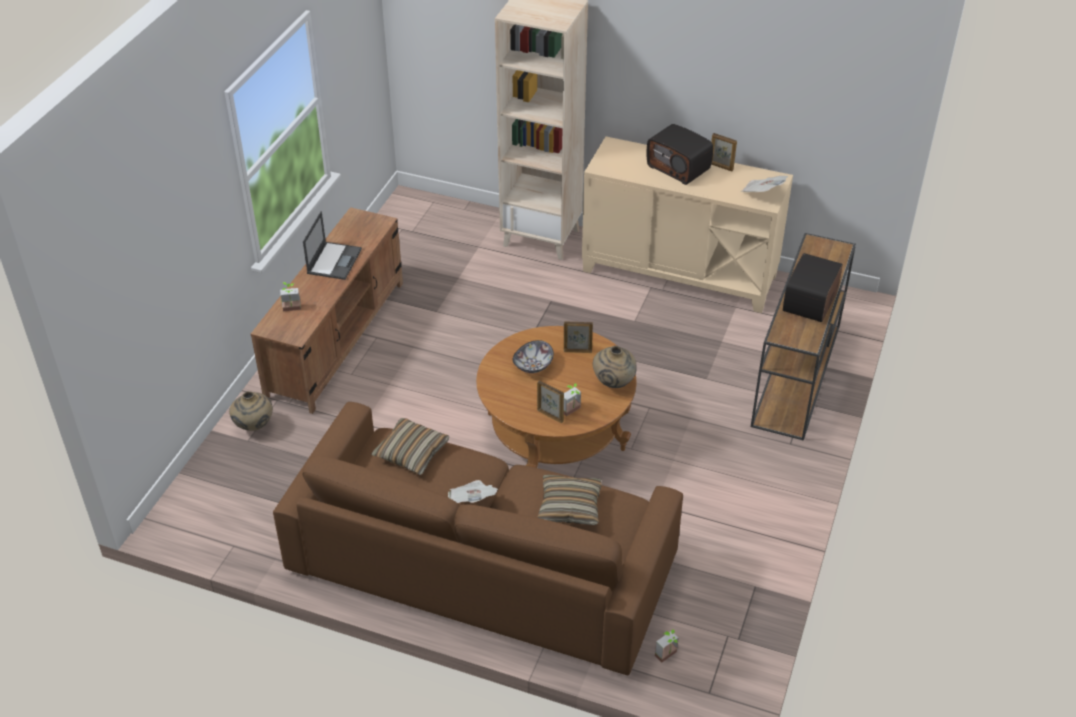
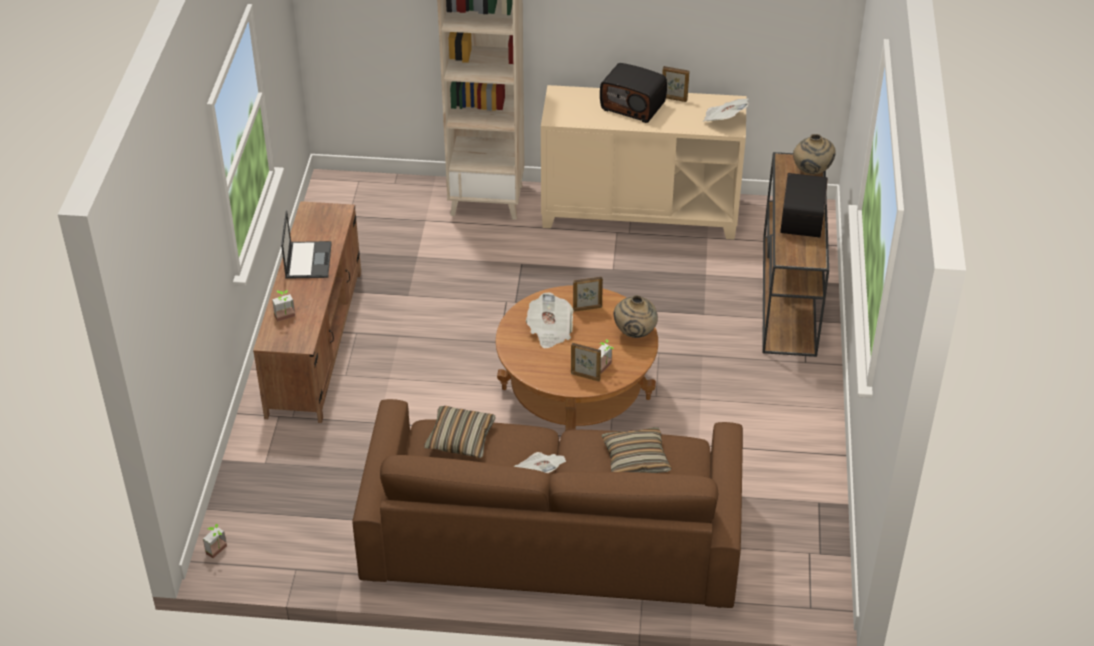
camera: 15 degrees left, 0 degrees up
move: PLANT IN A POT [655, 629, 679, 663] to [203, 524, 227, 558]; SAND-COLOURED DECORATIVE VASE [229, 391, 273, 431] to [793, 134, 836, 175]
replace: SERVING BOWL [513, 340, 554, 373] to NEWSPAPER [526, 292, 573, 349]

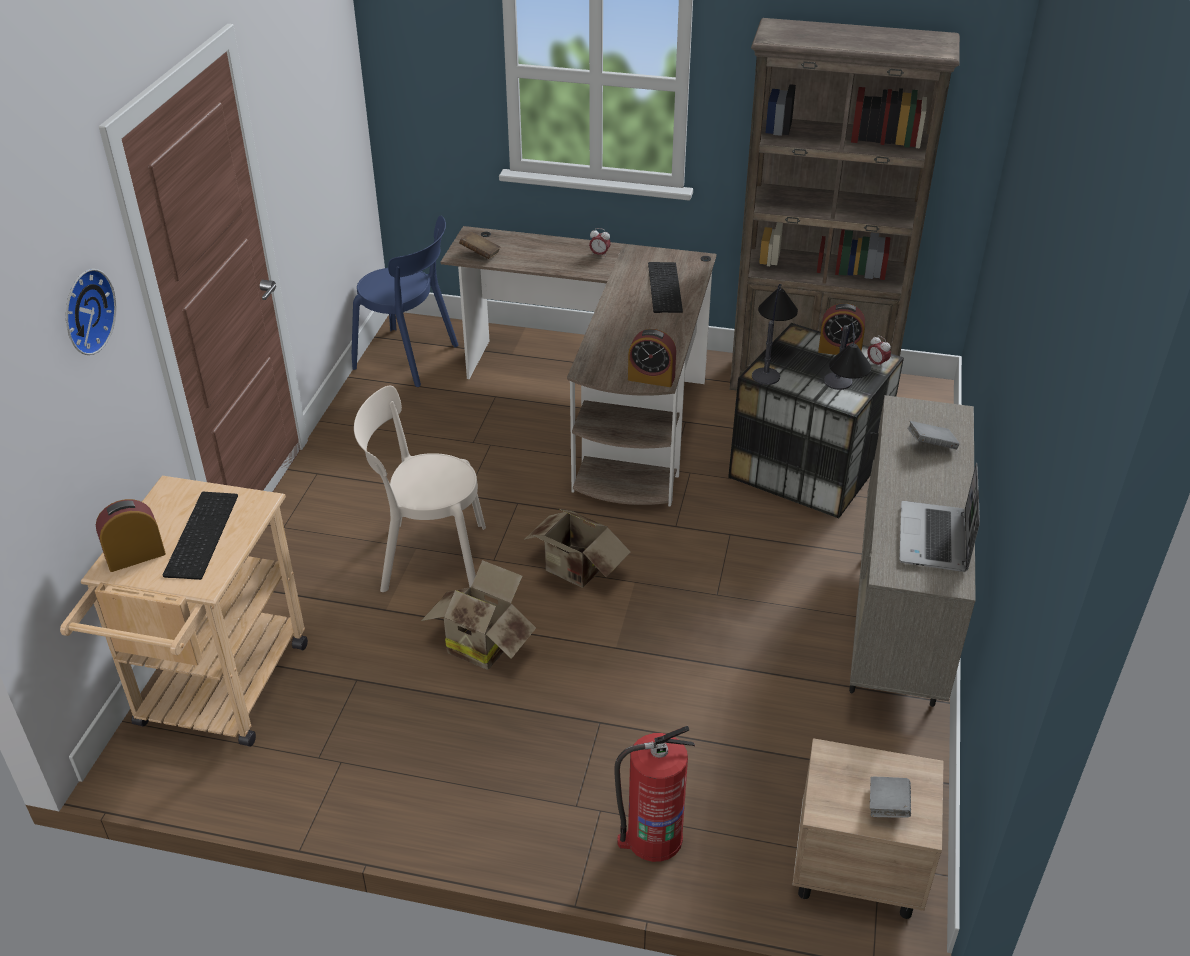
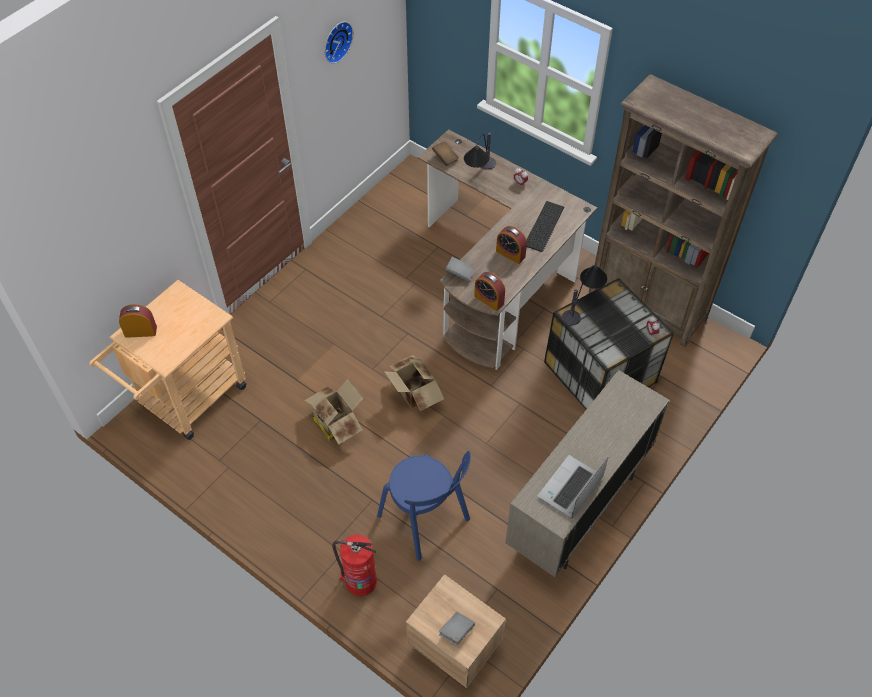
camera: 25 degrees right, 15 degrees up
delete: PC KEYBOARD [163, 492, 238, 580]; SAND-COLOURED CHAIR [354, 386, 486, 592]
move: WALL CLOCK [66, 269, 116, 355] to [324, 21, 353, 64]; BLUE CHAIR [352, 216, 459, 387] to [377, 451, 471, 561]; GREYISH VOLUME [907, 421, 959, 449] to [445, 256, 475, 281]; TABLE LAMP [824, 323, 871, 390] to [464, 132, 496, 169]; ALARM CLOCK [818, 303, 865, 355] to [496, 226, 527, 264]

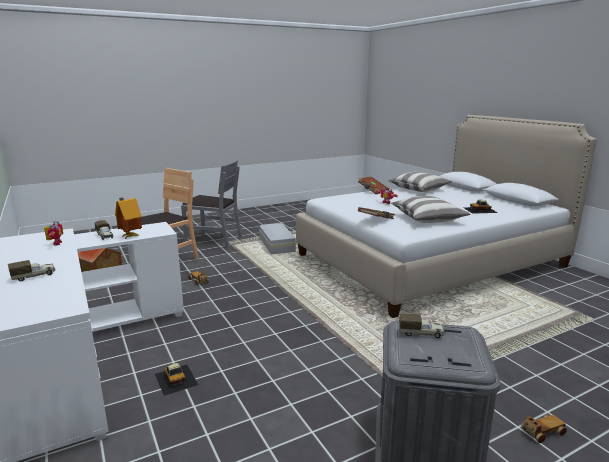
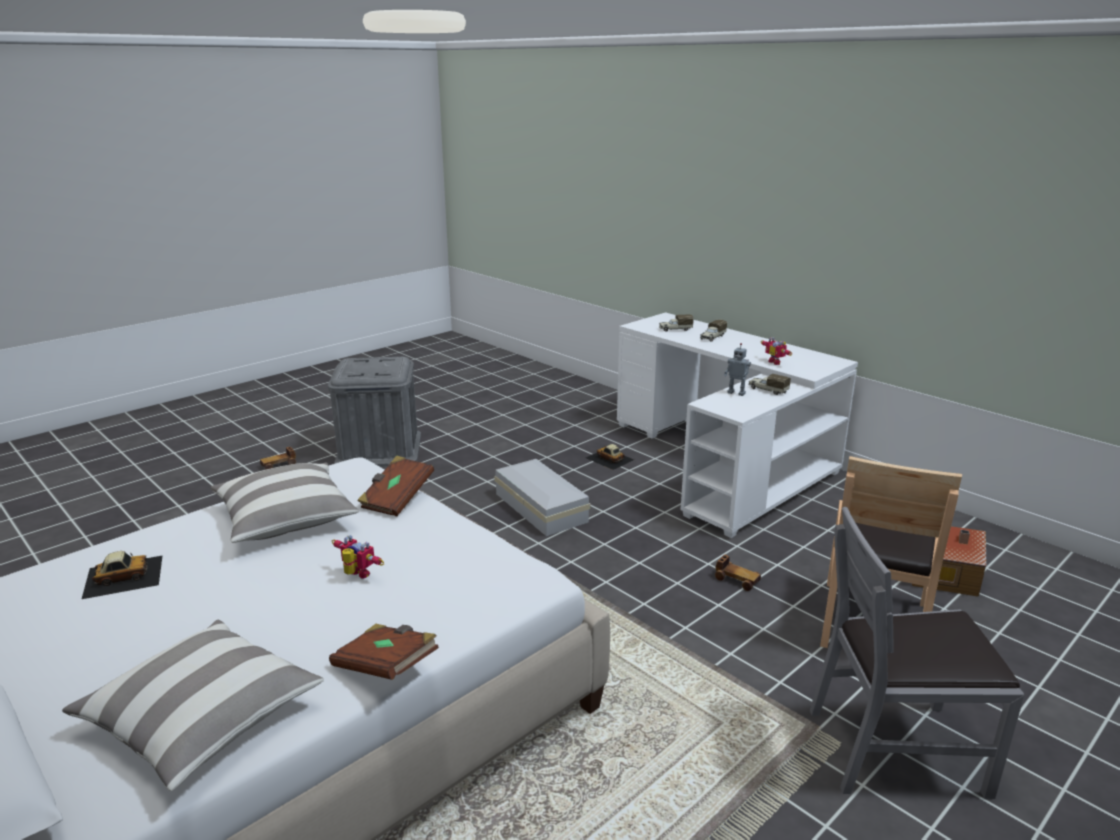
camera: 165 degrees right, 5 degrees up
move: WHITE-COLOURED STORAGE CONTAINER [259, 223, 296, 255] to [494, 459, 590, 536]; TOY LORRY [399, 313, 445, 338] to [659, 314, 694, 332]
replace: MINIATURE HOUSE [115, 198, 142, 239] to MODEL ROBOT [724, 343, 751, 396]

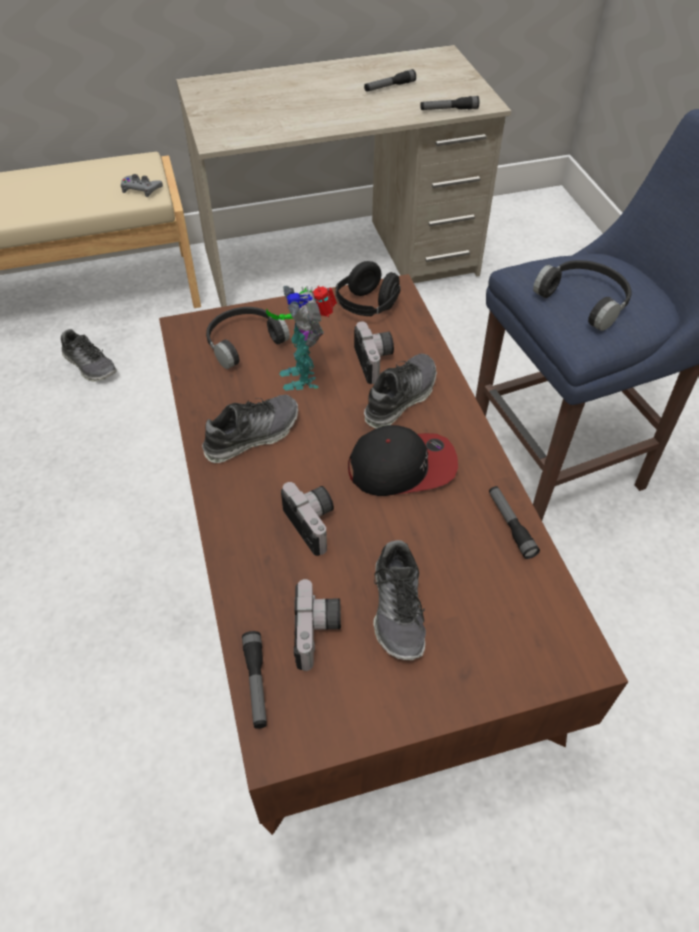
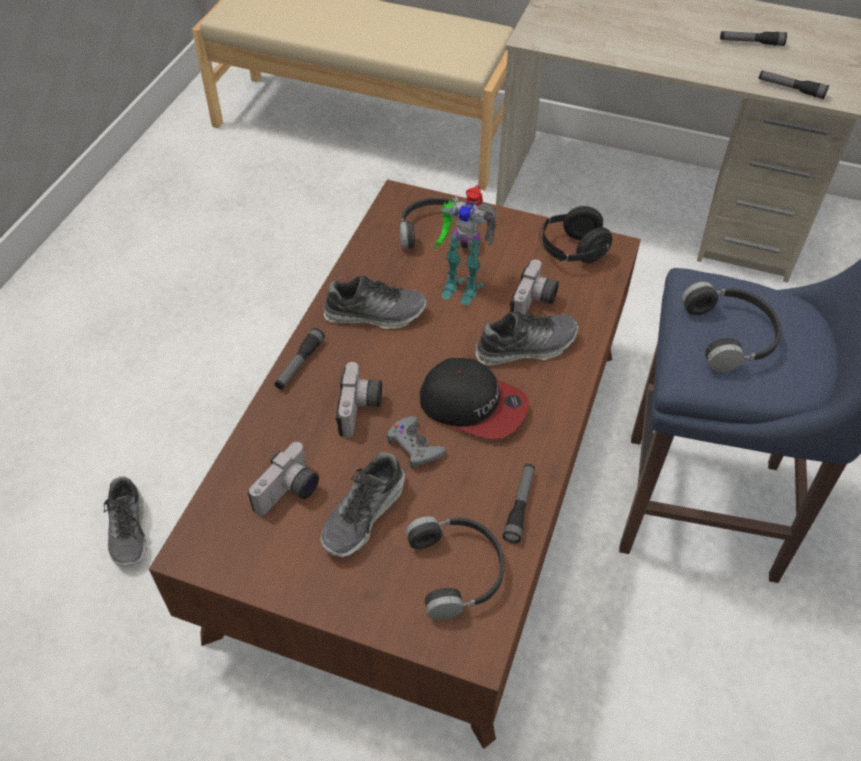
camera: 35 degrees right, 0 degrees up
insert: BLACKISH HEADPHONES [405, 516, 504, 620]
move: SHOE [61, 329, 117, 382] to [104, 476, 147, 567]; TORCH [242, 631, 267, 729] to [274, 328, 325, 389]; GREYISH JOYPAD [121, 174, 163, 197] to [387, 416, 446, 469]
rotate: MODEL ROBOT [266, 285, 337, 391] = [434, 185, 498, 305] 90 degrees counterclockwise

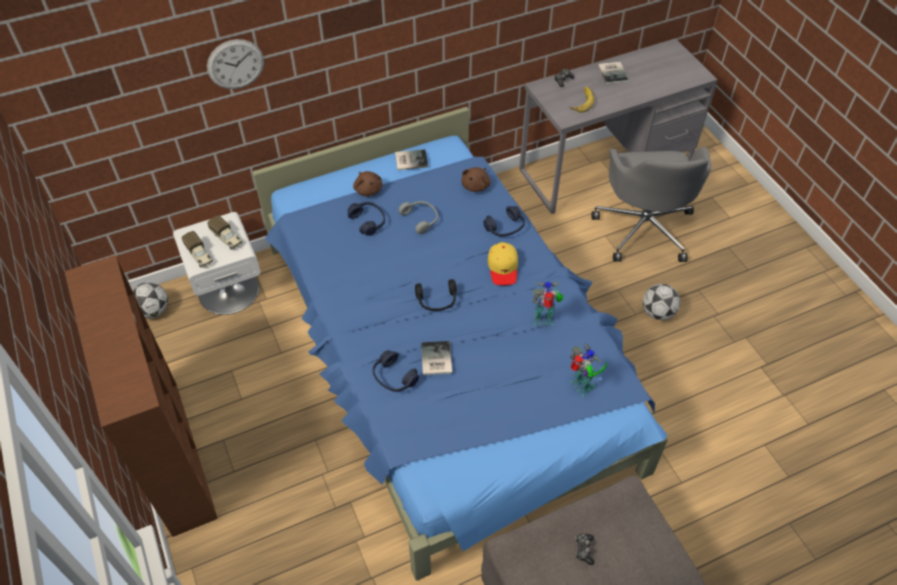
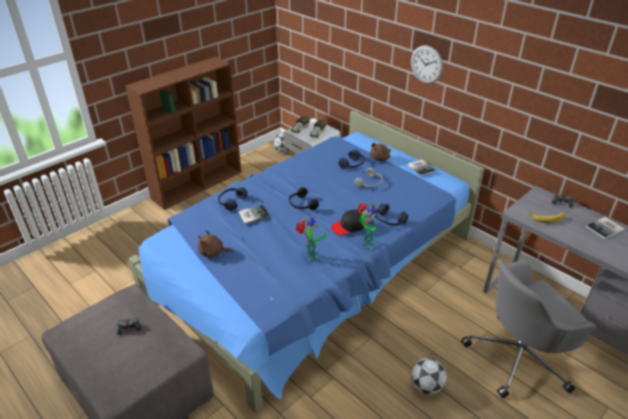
camera: 70 degrees right, 15 degrees down
move: BROWNISH CUDDLY TOY [461, 167, 491, 192] to [198, 230, 233, 258]; MODEL ROBOT [570, 343, 607, 397] to [358, 203, 380, 250]; WALL CLOCK [207, 39, 264, 89] to [411, 45, 443, 84]
recolor: YELLOW-COLOURED CAP [488, 242, 518, 285] to BLACKISH CAP [331, 210, 365, 235]

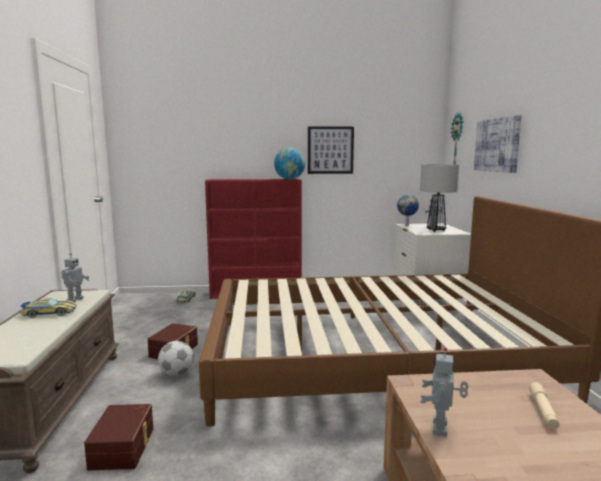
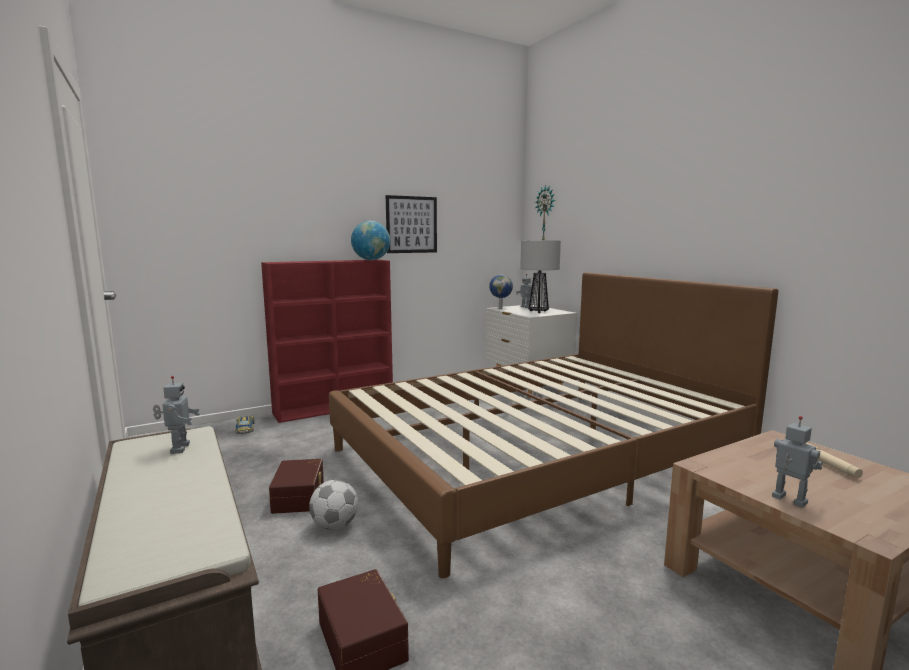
camera: 25 degrees left, 0 degrees up
delete: MINIATURE CAR [20, 298, 77, 318]; WALL ART [474, 115, 522, 173]
rotate: MODEL ROBOT [420, 347, 469, 437] = [772, 416, 823, 508] 150 degrees clockwise

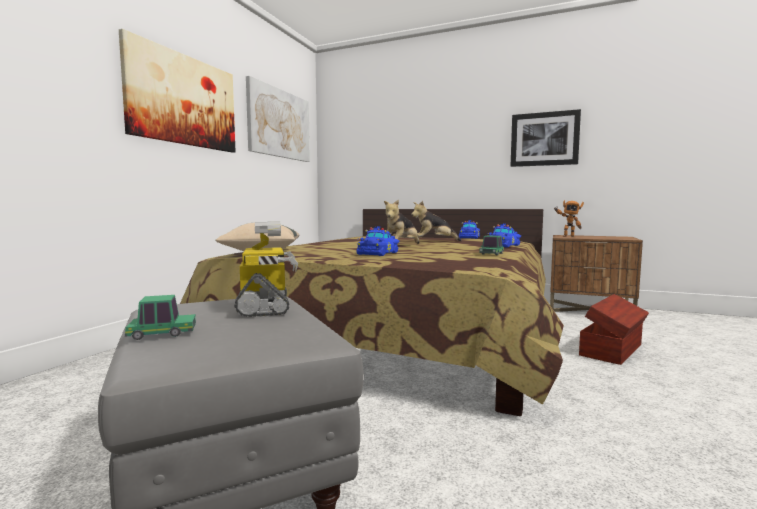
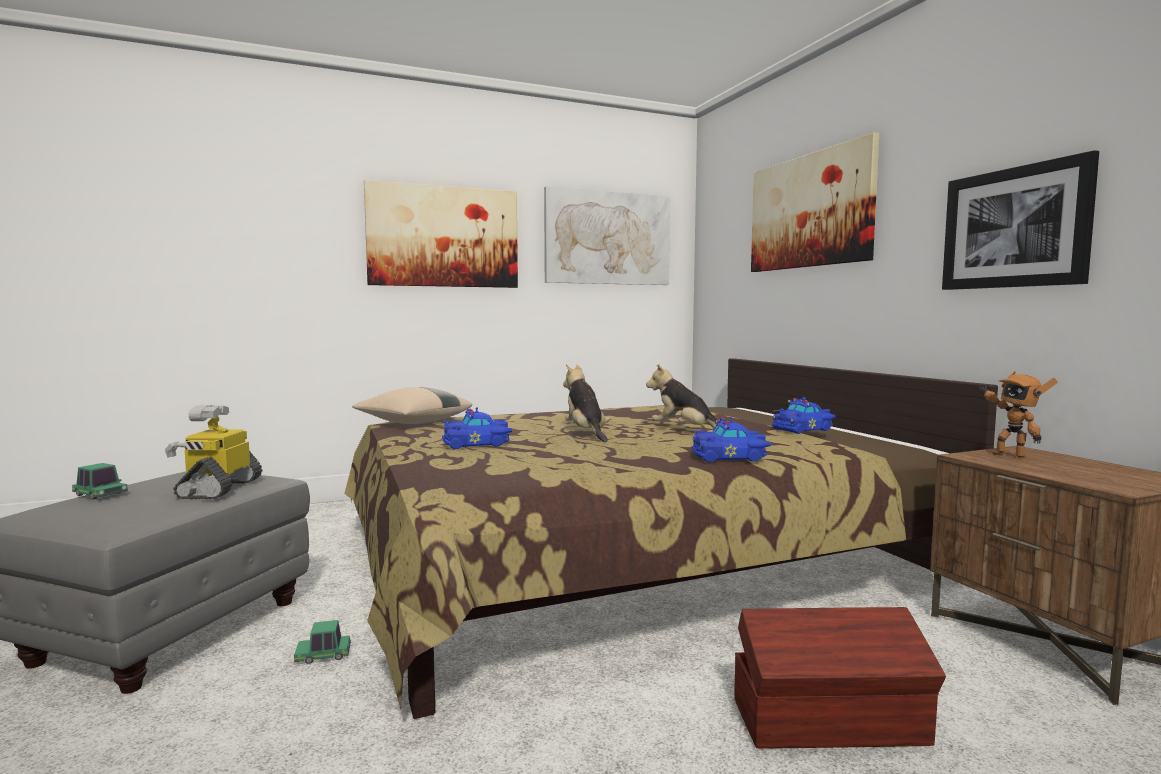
camera: 45 degrees right, 0 degrees up
insert: WALL ART [751, 132, 879, 272]
move: MINIATURE CAR [479, 235, 504, 255] to [294, 620, 351, 664]
rotate: MODEL ROBOT [234, 221, 298, 317] = [165, 405, 262, 499] 150 degrees clockwise; CUDDLY TOY [384, 199, 419, 244] = [563, 364, 610, 442] 75 degrees clockwise

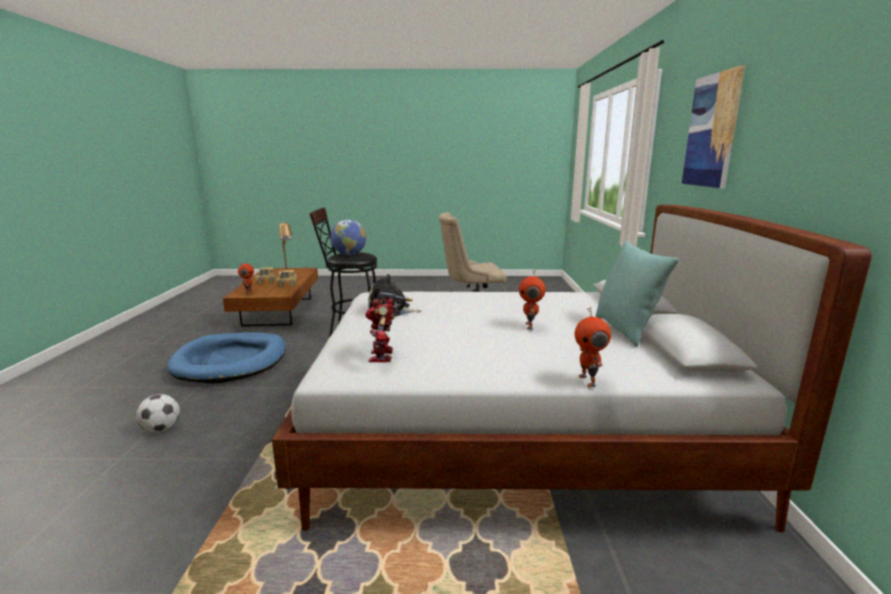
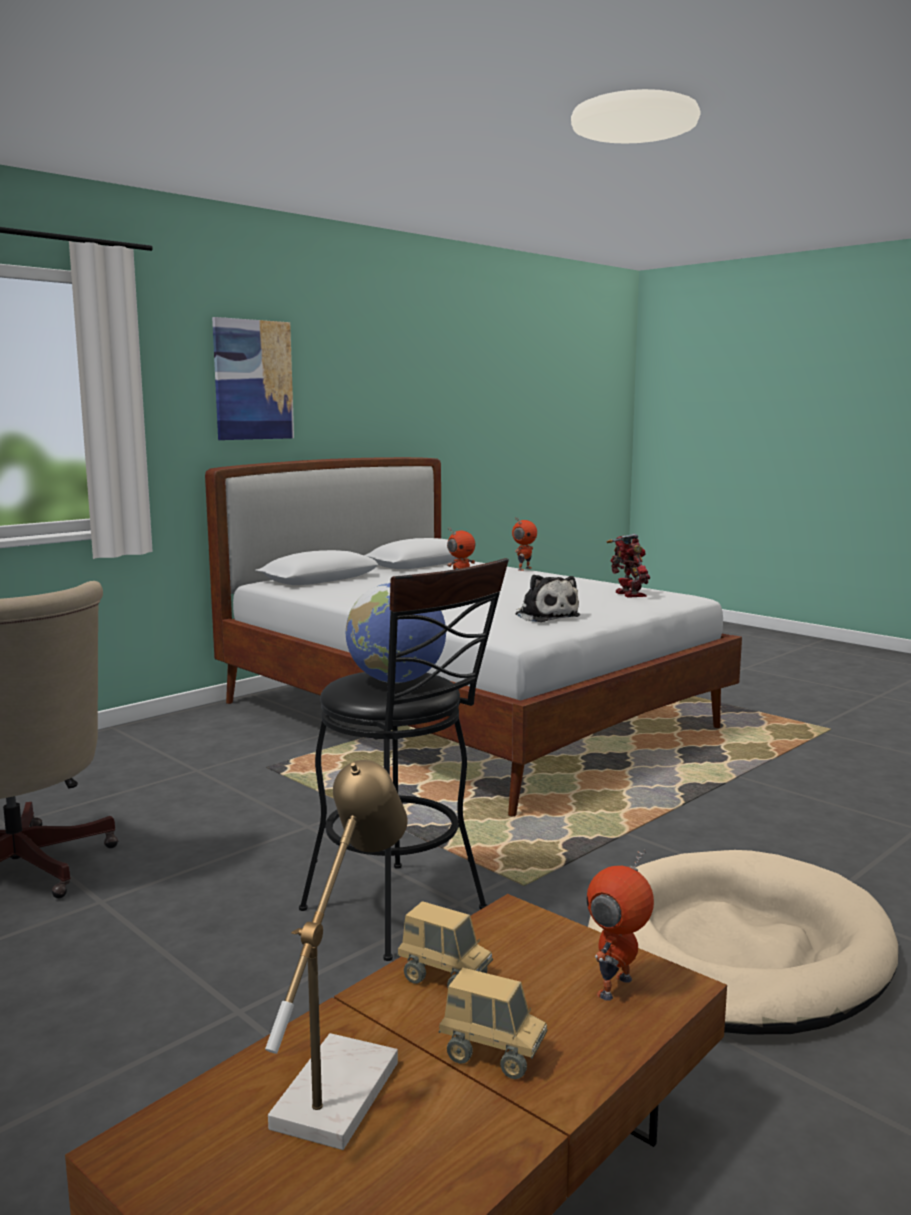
camera: 135 degrees left, 5 degrees down
delete: FOOTBALL [136, 394, 180, 432]; TURQUOISE THROW PILLOW [596, 240, 679, 347]
recolor: BLUE DOG CUSHION [167, 332, 286, 384] to SAND-COLOURED DOG CUSHION [588, 850, 898, 1034]
rotate: MODEL ROBOT [365, 292, 412, 362] = [607, 534, 650, 598] 60 degrees counterclockwise

